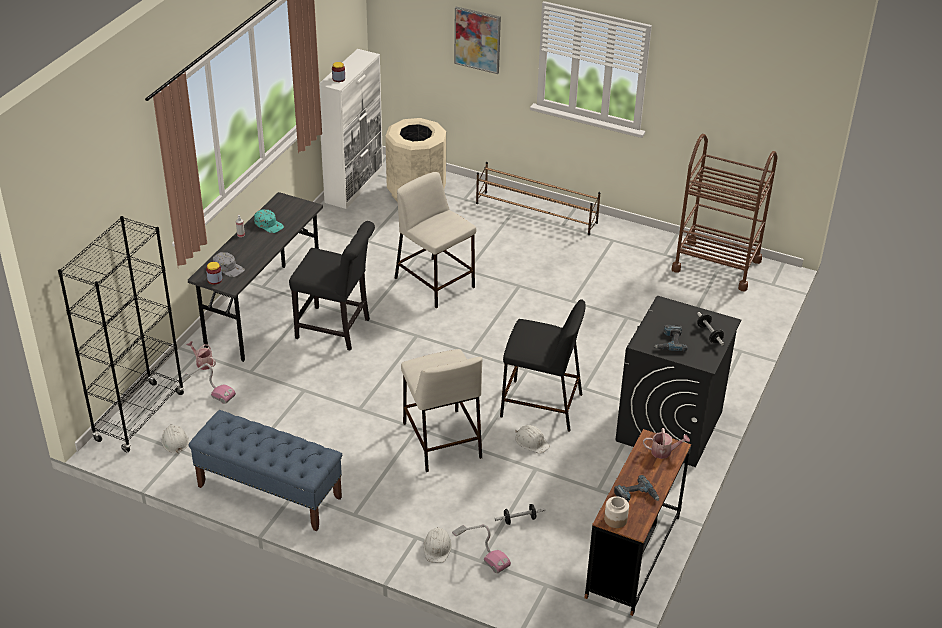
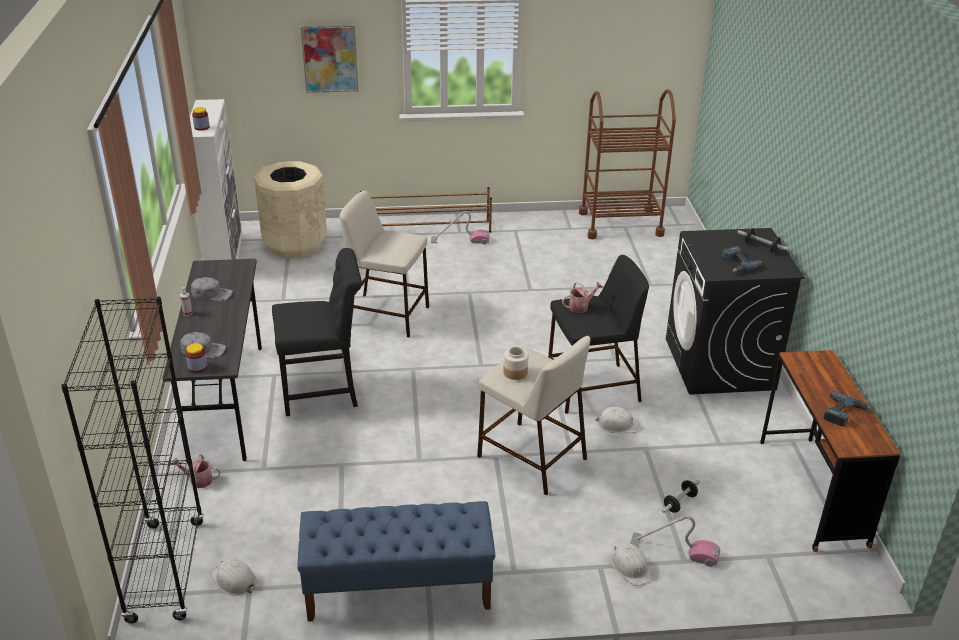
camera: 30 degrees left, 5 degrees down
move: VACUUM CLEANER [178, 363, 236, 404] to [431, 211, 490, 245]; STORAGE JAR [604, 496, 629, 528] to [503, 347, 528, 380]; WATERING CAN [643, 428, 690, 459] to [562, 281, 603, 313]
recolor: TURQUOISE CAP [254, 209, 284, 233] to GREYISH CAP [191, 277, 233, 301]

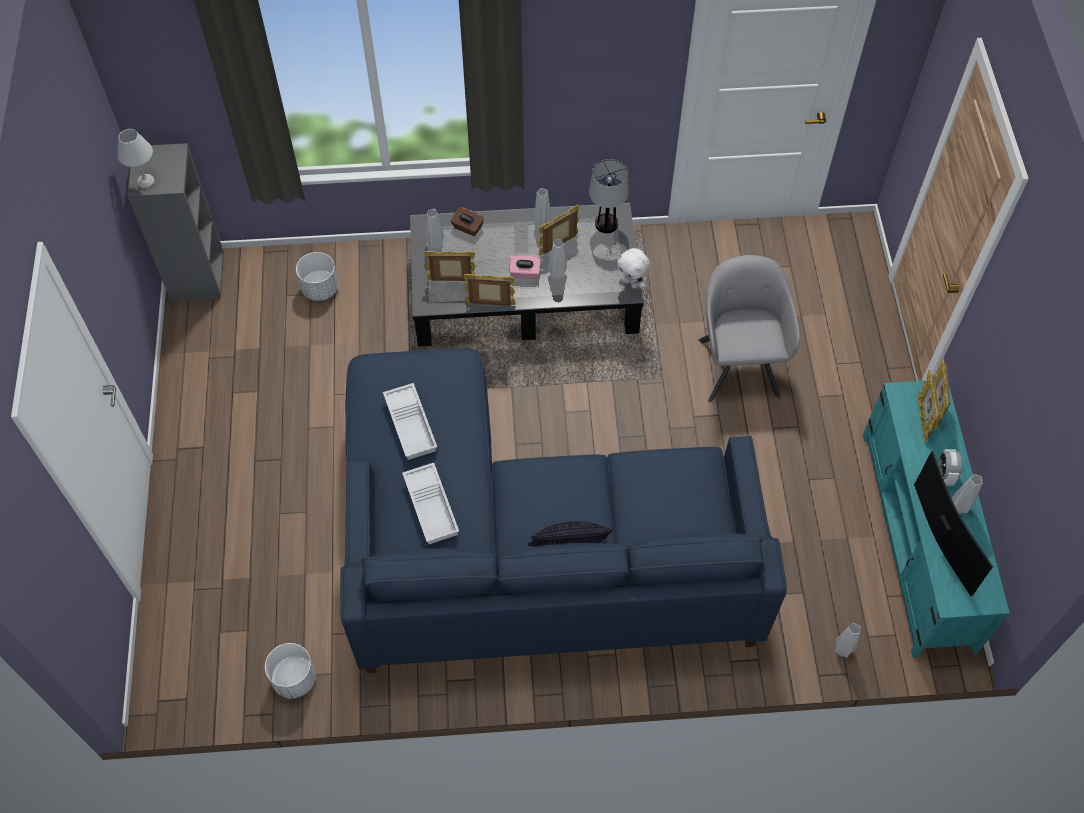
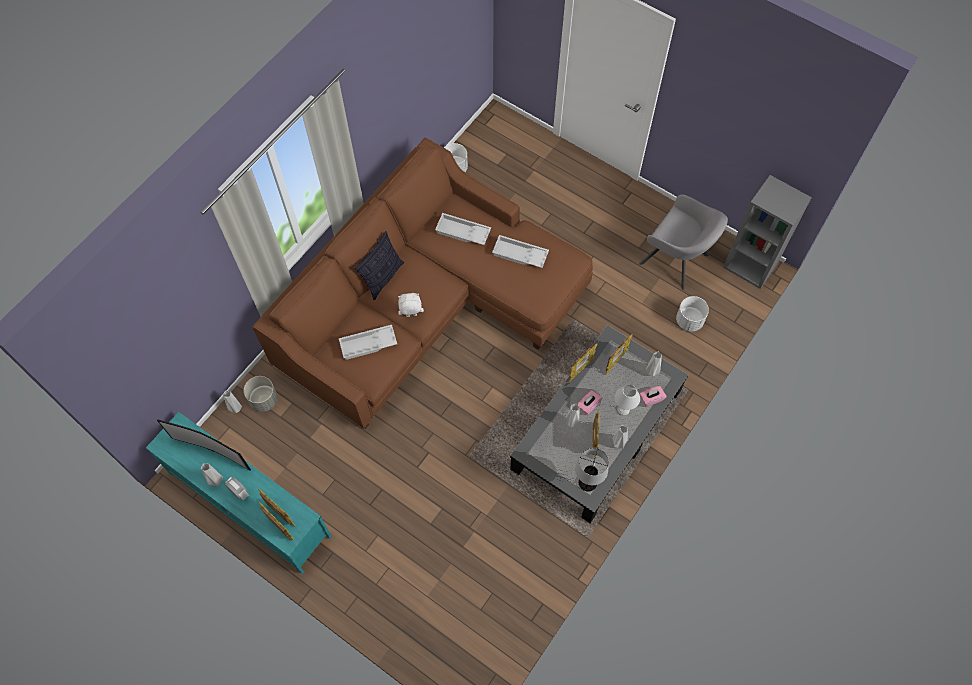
camera: 130 degrees right, 5 degrees up
insert: GREYISH PLANT POT [244, 376, 278, 412]; WHITE-COLOURED SERVING TRAY [339, 325, 397, 360]
move: WHITE-COLOURED CUDDLY TOY [617, 248, 650, 289] to [398, 293, 424, 317]; WHITE-COLOURED TABLE LAMP [117, 129, 155, 188] to [615, 384, 640, 416]; GREYISH EASY CHAIR [699, 255, 800, 402] to [639, 195, 728, 290]
recolor: BLUE COUCH [340, 348, 787, 673] to BROWNISH COUCH [252, 138, 593, 429]; BROWNISH TISSUE BOX [451, 207, 484, 236] to PINK TISSUE BOX [640, 386, 666, 407]

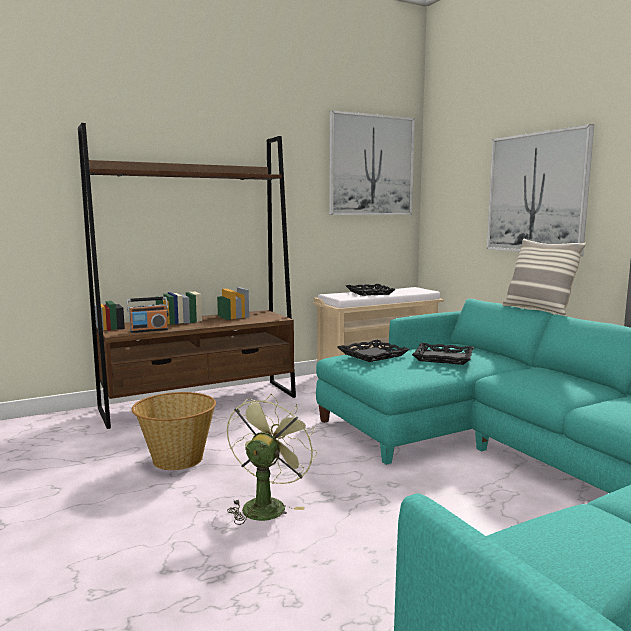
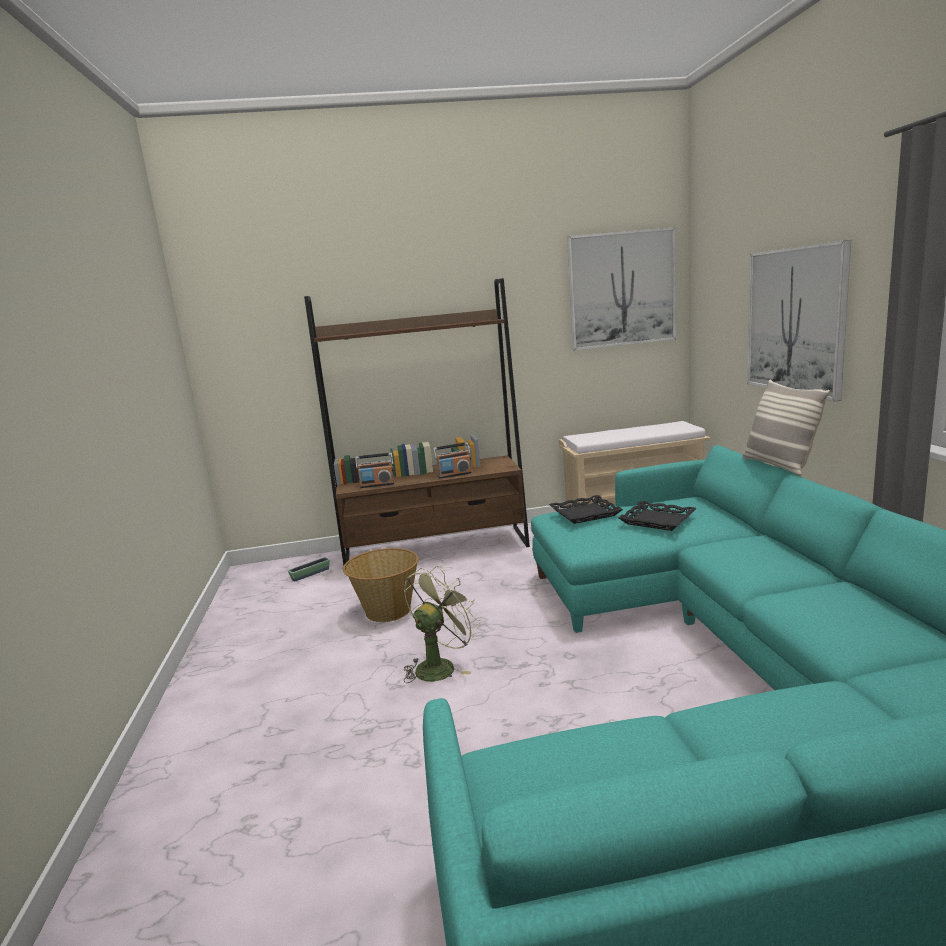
camera: 20 degrees right, 5 degrees up
delete: BLACKISH SERVING TRAY [346, 284, 396, 296]
insert: PLANT POT [288, 557, 330, 581]; RADIO RECEIVER [433, 442, 472, 479]

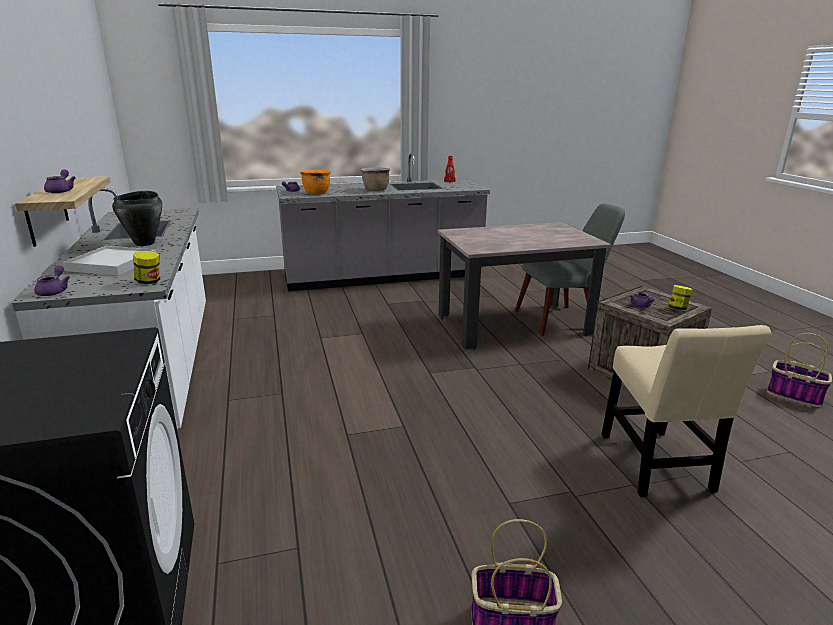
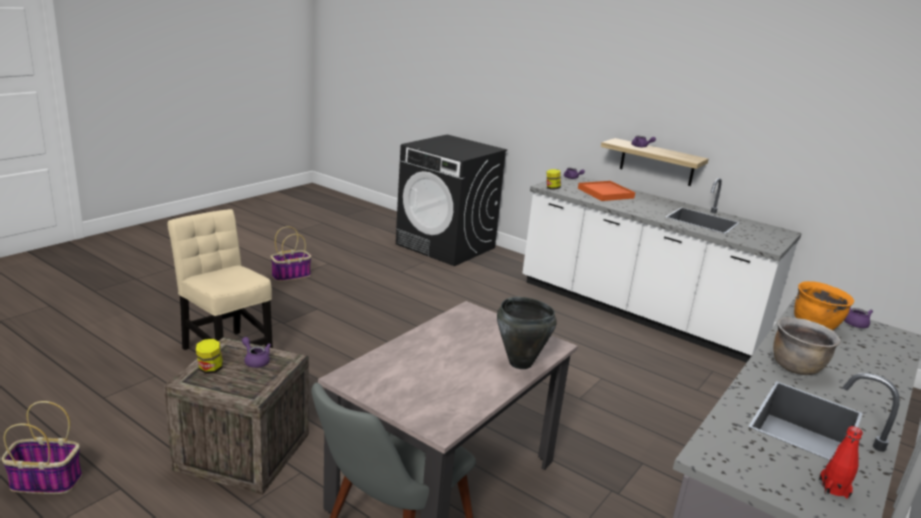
camera: 140 degrees right, 0 degrees up
move: BLACKISH COOKING POT [112, 191, 162, 246] to [497, 297, 557, 369]
recolor: WHITE-COLOURED SERVING TRAY [63, 246, 156, 276] to ORANGEY SERVING TRAY [578, 181, 635, 201]

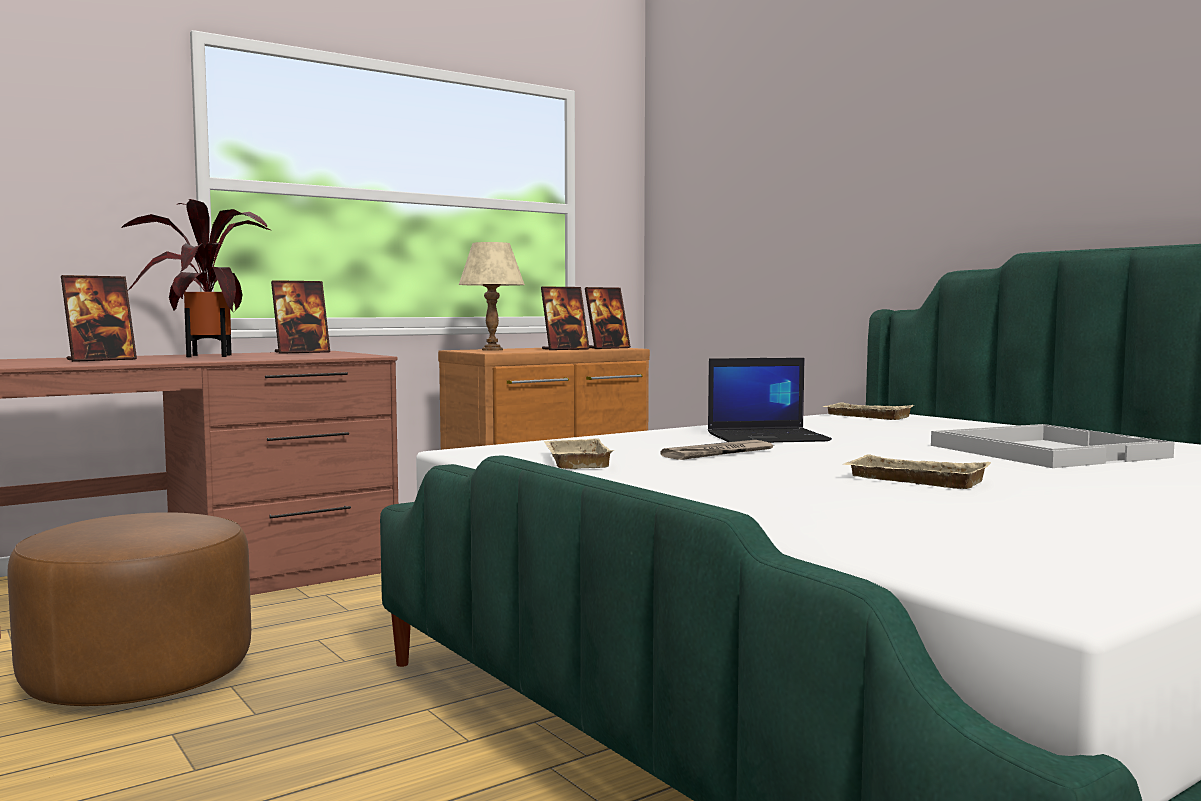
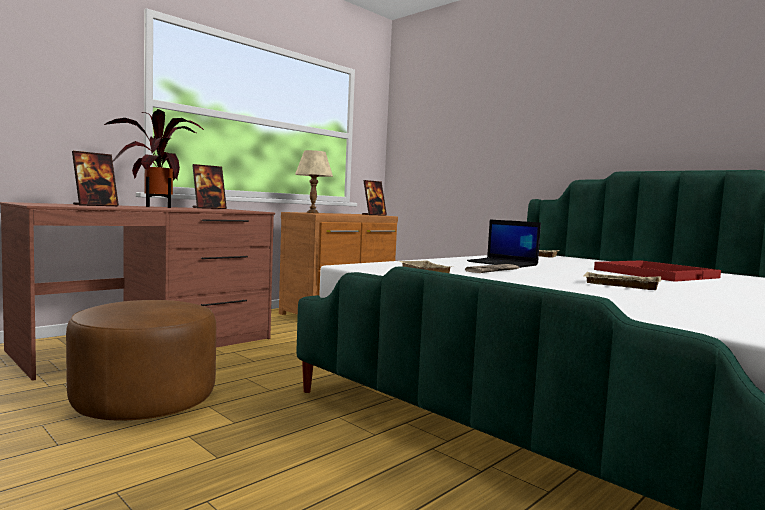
camera: 10 degrees left, 0 degrees up
delete: PHOTO FRAME [541, 286, 590, 350]
recolor: WHITE-COLOURED SERVING TRAY [931, 424, 1174, 468] to RED-COLOURED SERVING TRAY [594, 260, 721, 282]
rotate: LAPTOP [708, 358, 832, 443] = [467, 220, 541, 268] 60 degrees clockwise

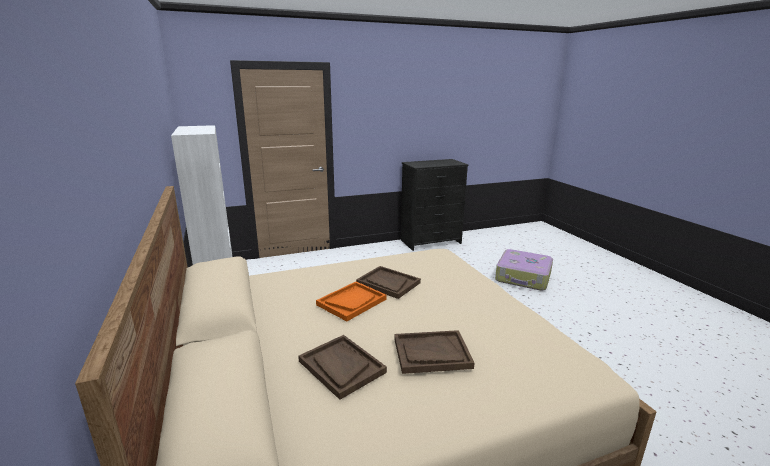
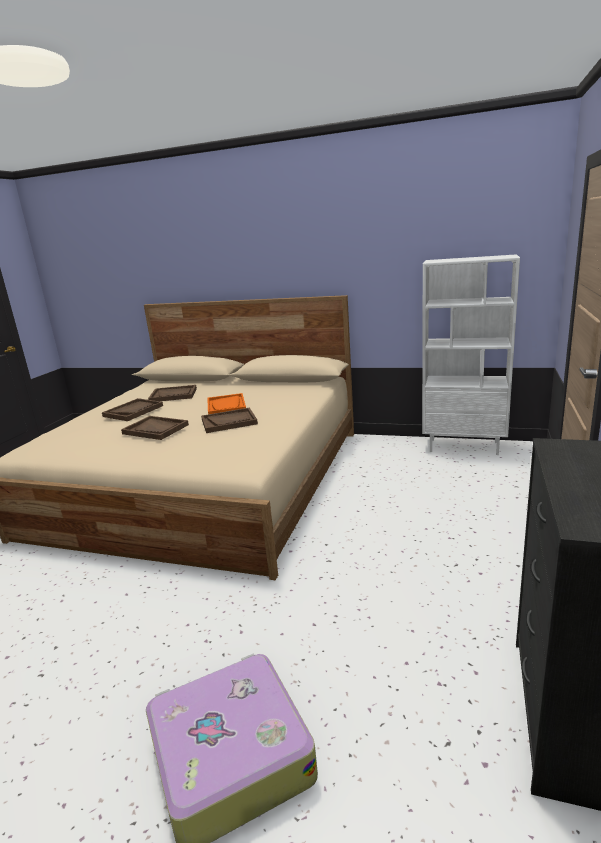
camera: 130 degrees right, 0 degrees up
insert: BROWNISH SERVING TRAY [121, 416, 189, 440]

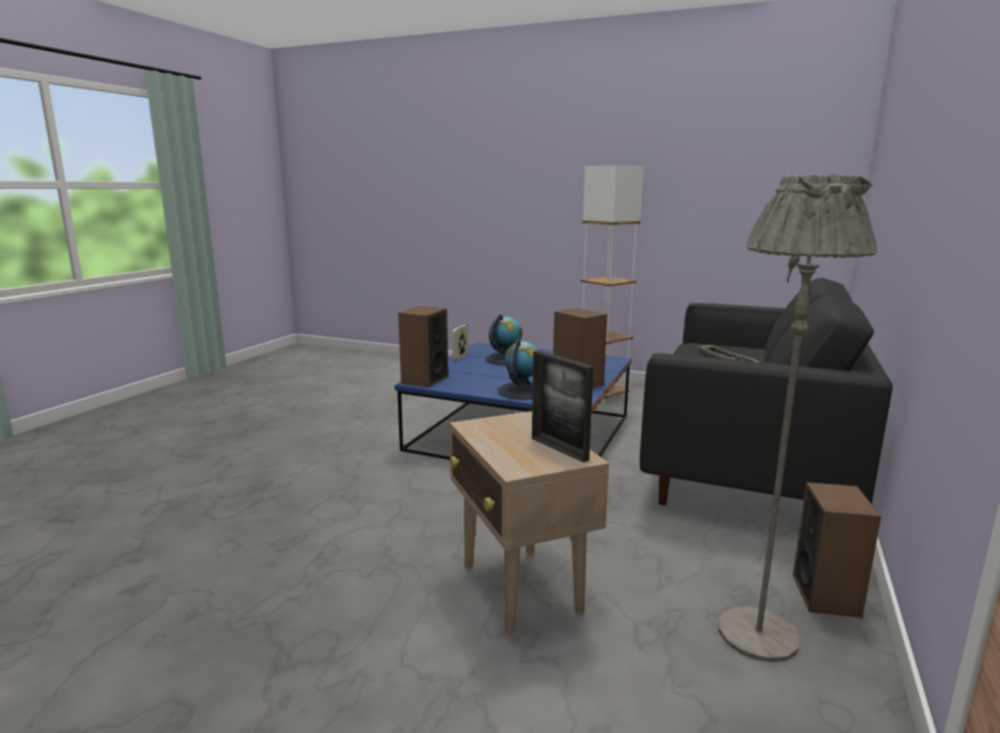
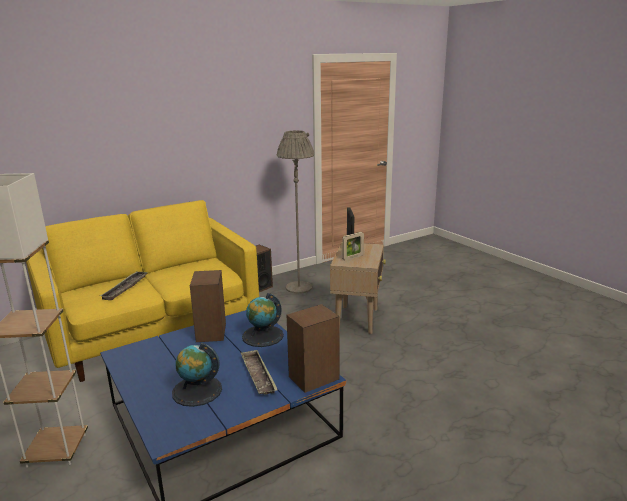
camera: 145 degrees left, 5 degrees up
insert: SERVING TRAY [240, 350, 278, 395]
move: PHOTO FRAME [452, 324, 469, 361] to [342, 232, 364, 261]
recolor: BLACKISH COUCH [640, 278, 893, 505] to YELLOW-COLOURED COUCH [26, 200, 259, 382]

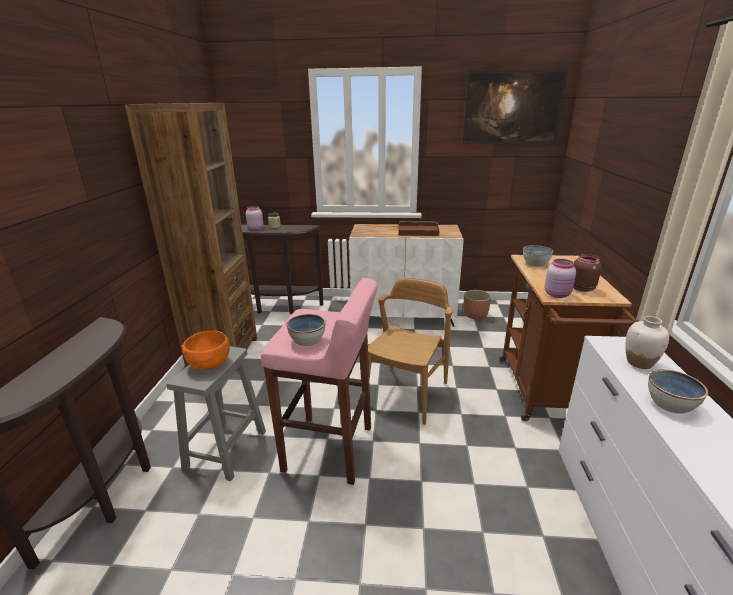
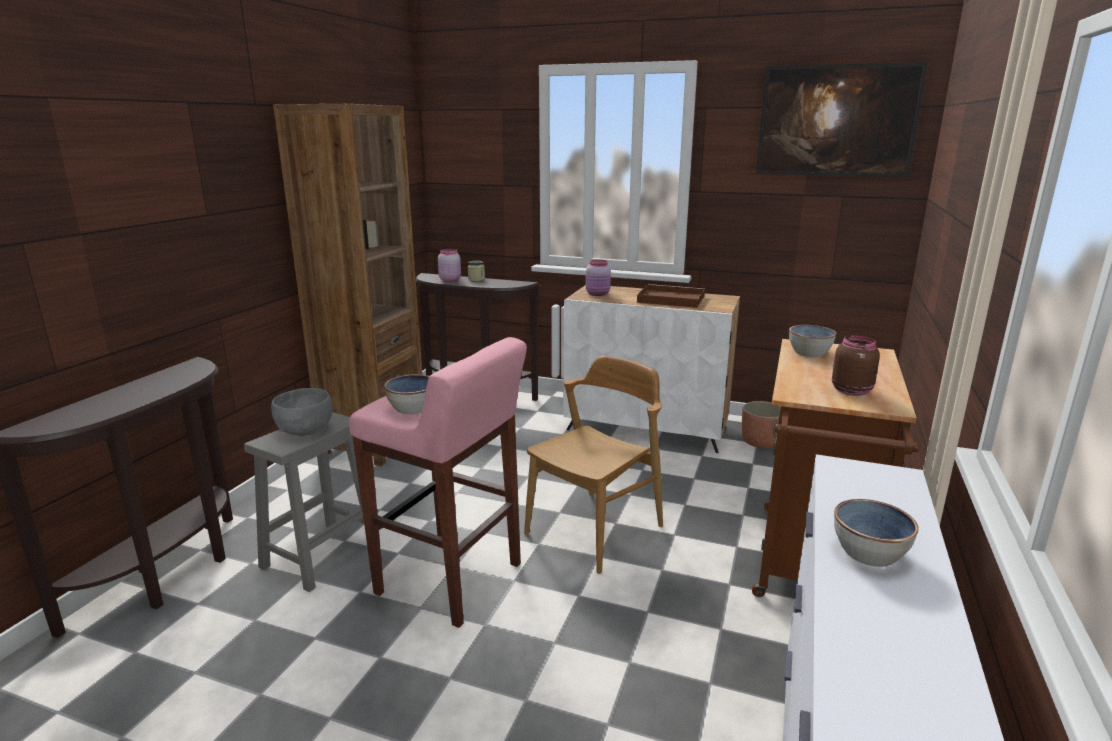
camera: 15 degrees right, 5 degrees down
delete: WHITE-COLOURED DECORATIVE VASE [625, 316, 669, 369]
move: PINK STORAGE JAR [544, 259, 576, 298] to [586, 259, 611, 296]
recolor: ORANGEY SERVING BOWL [181, 330, 230, 370] to GREYISH SERVING BOWL [271, 388, 333, 436]

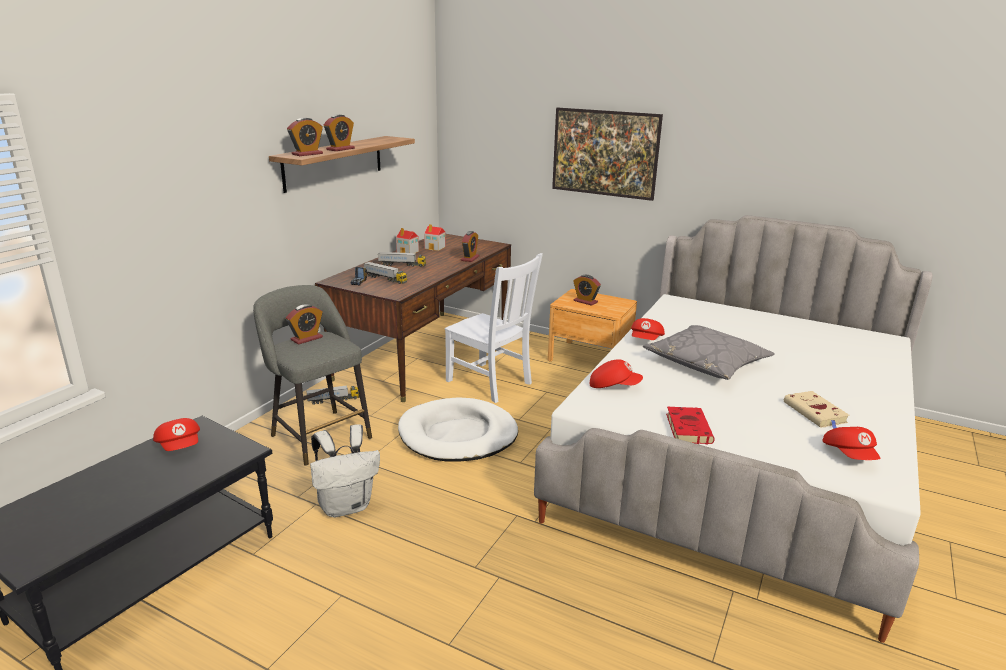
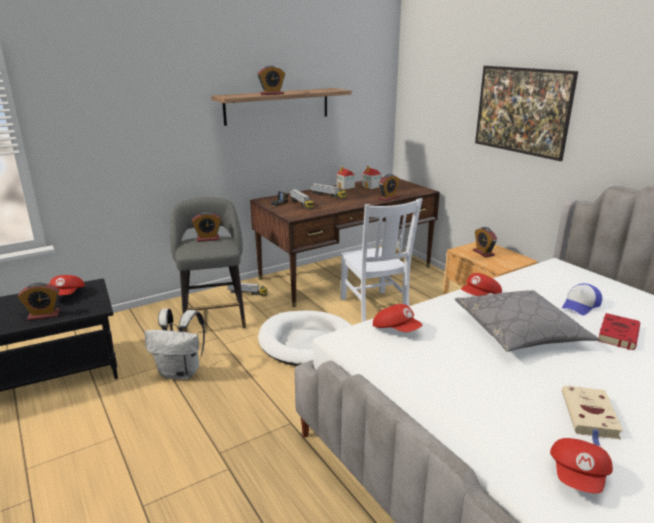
camera: 30 degrees right, 0 degrees up
insert: CAP [562, 283, 602, 315]
move: ALARM CLOCK [287, 118, 323, 156] to [18, 283, 60, 321]; RED-COLOURED VOLUME [666, 407, 715, 445] to [598, 313, 640, 350]

